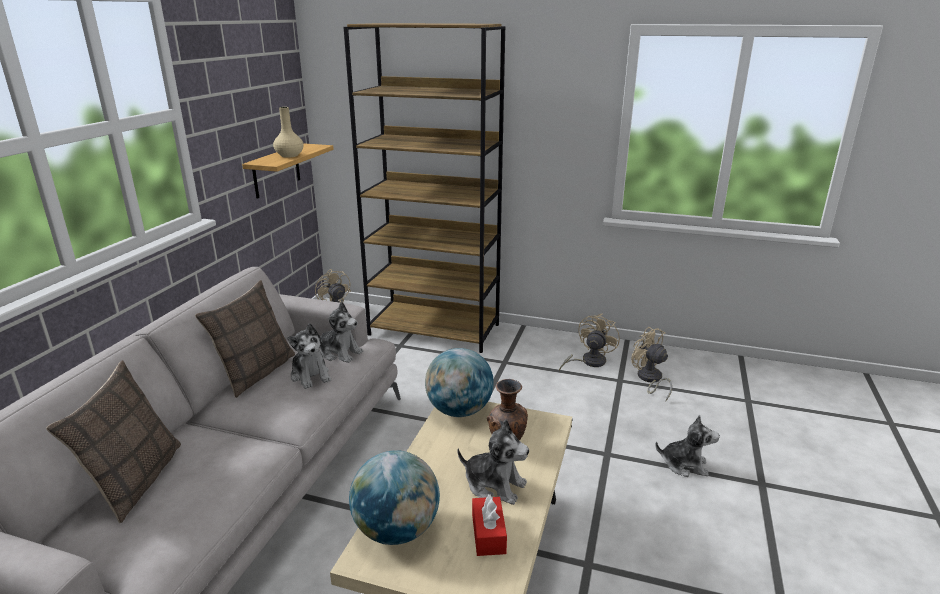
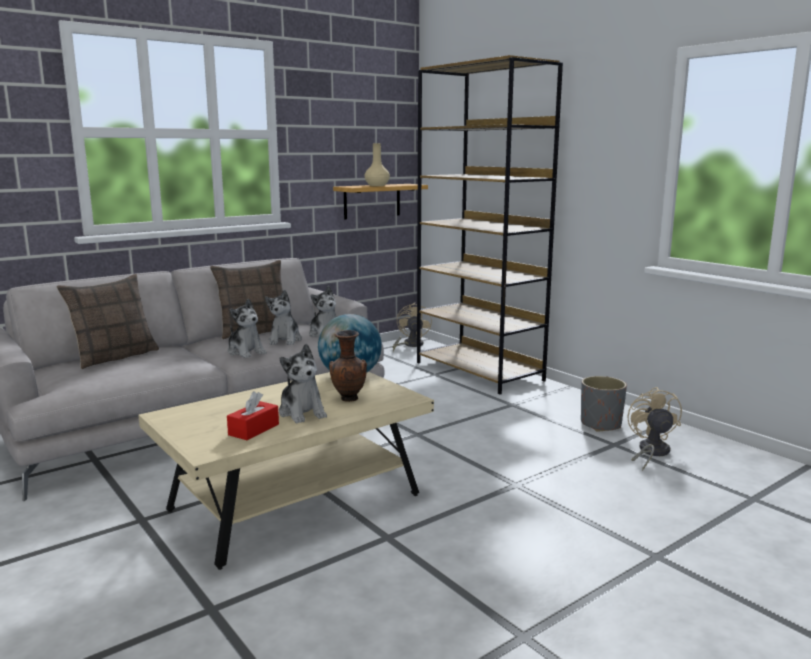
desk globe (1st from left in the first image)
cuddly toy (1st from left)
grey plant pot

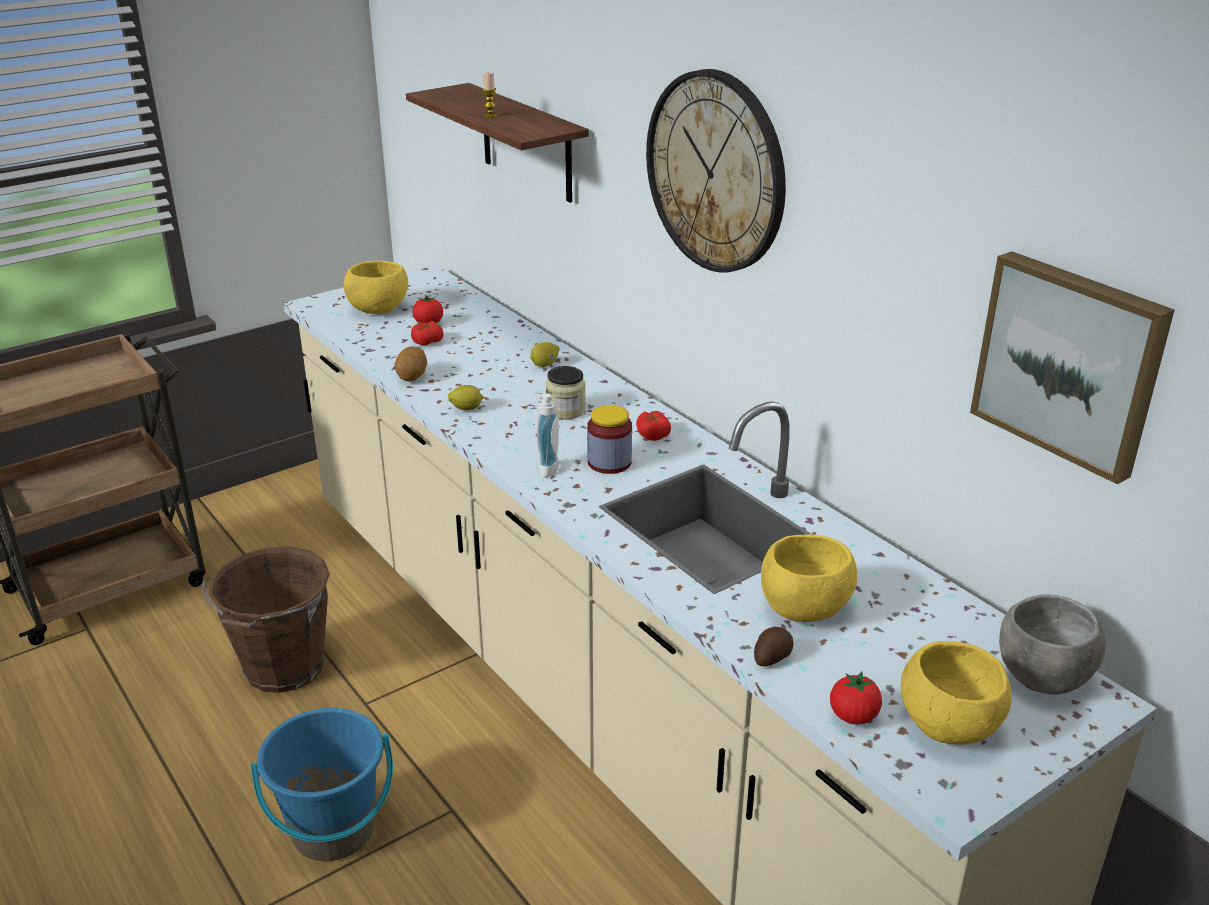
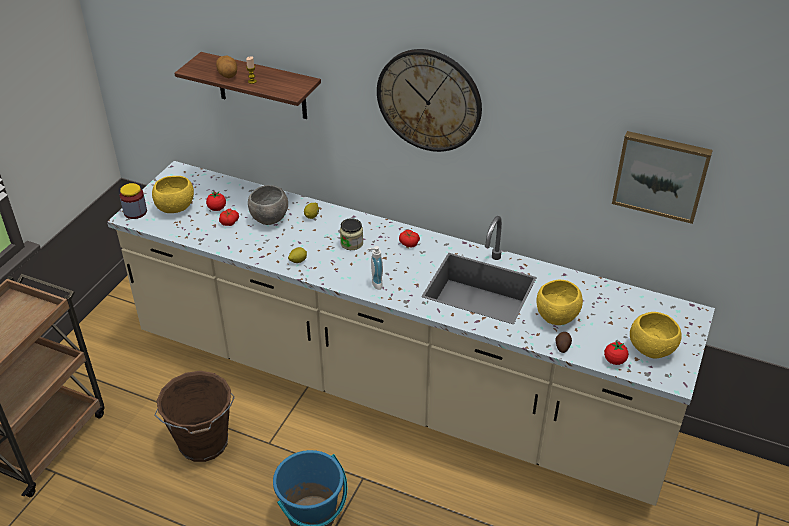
potato (1st from left)
preserve jar (1st from left)
grey deep dish

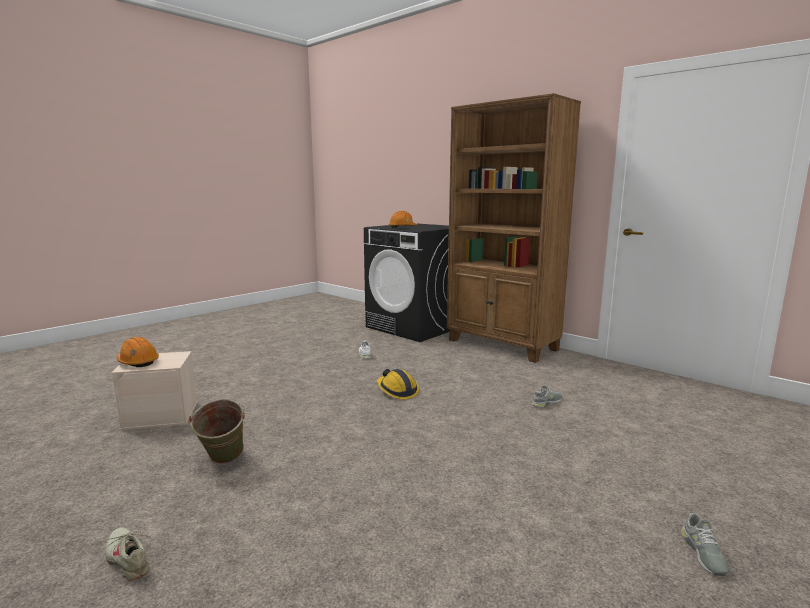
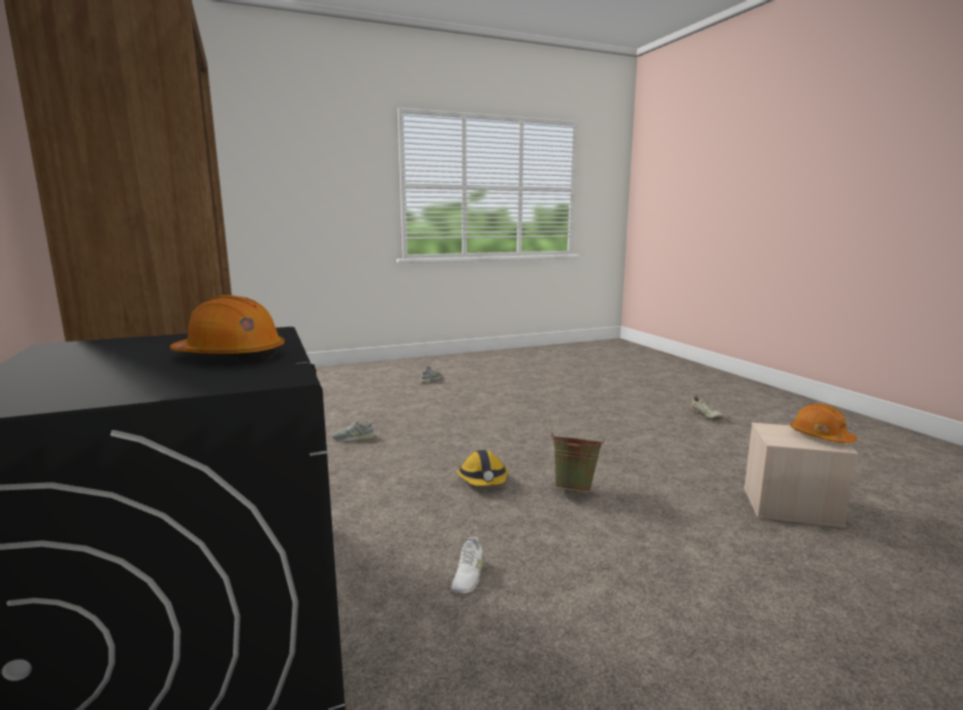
green-coloured pail

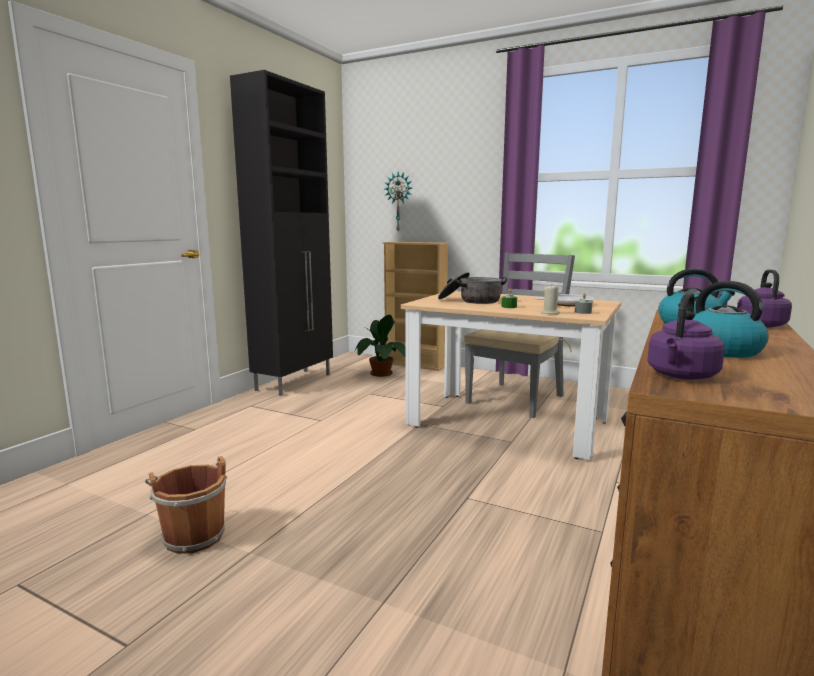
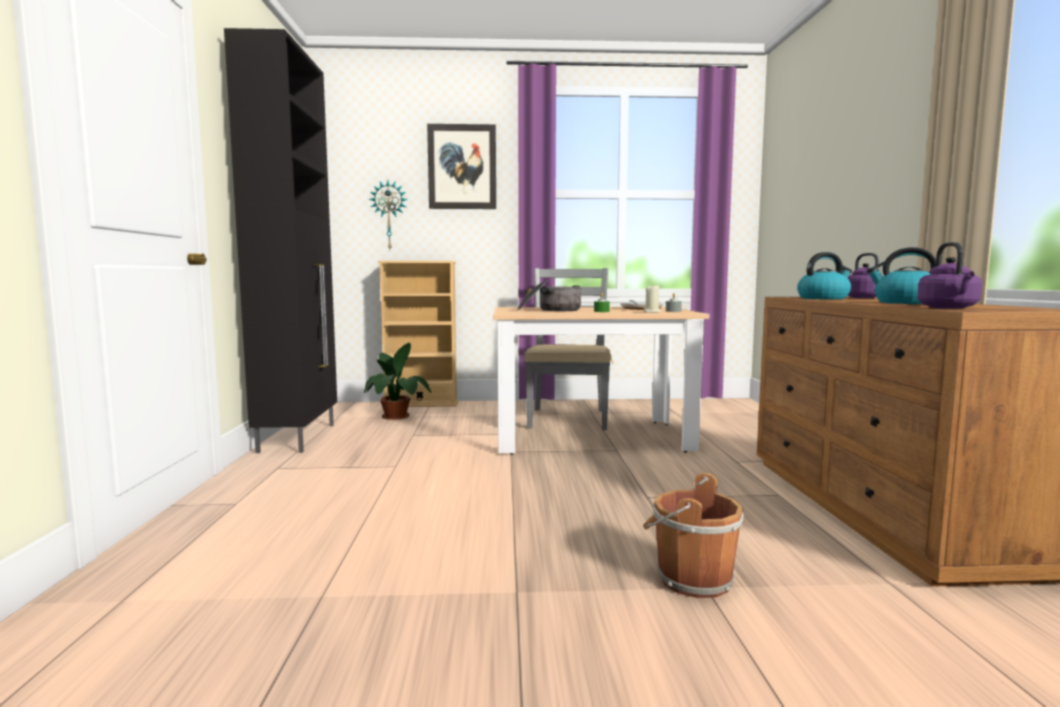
picture
brown-coloured pail

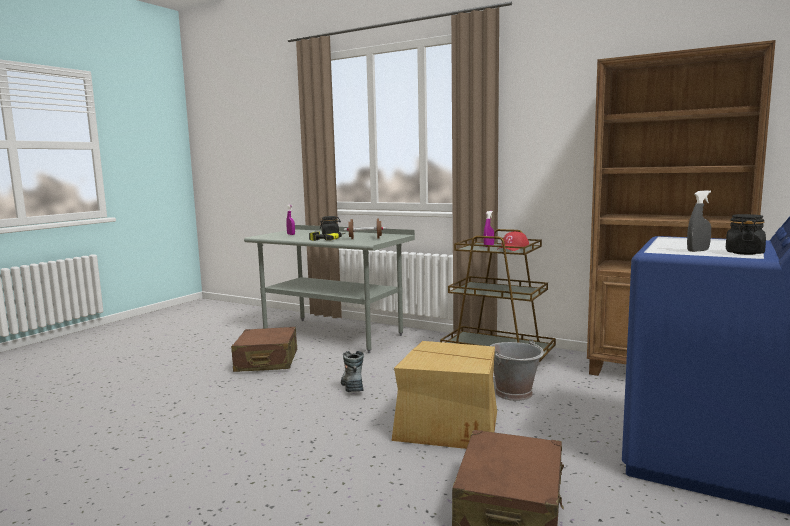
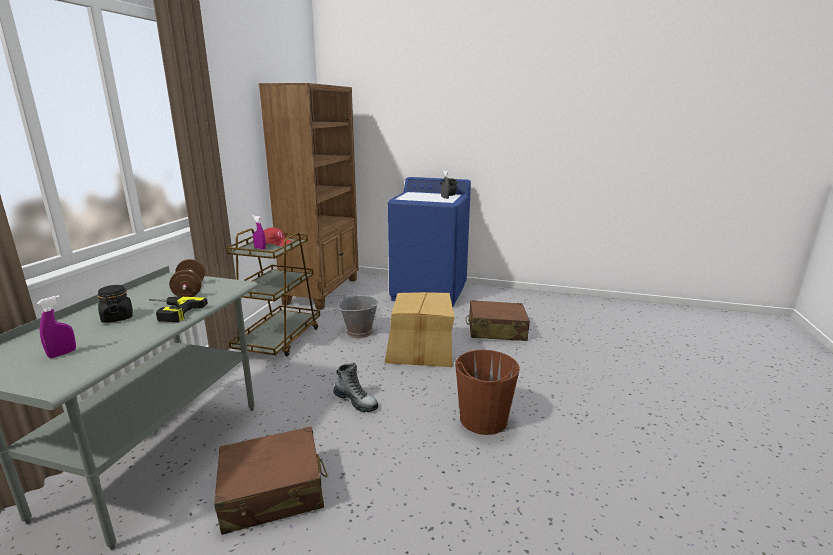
brown-coloured pail
tall boot

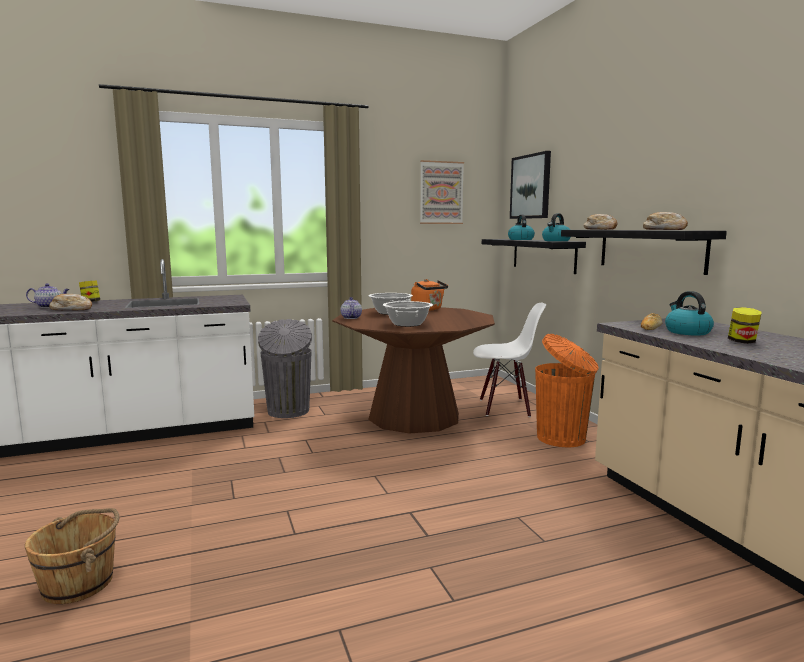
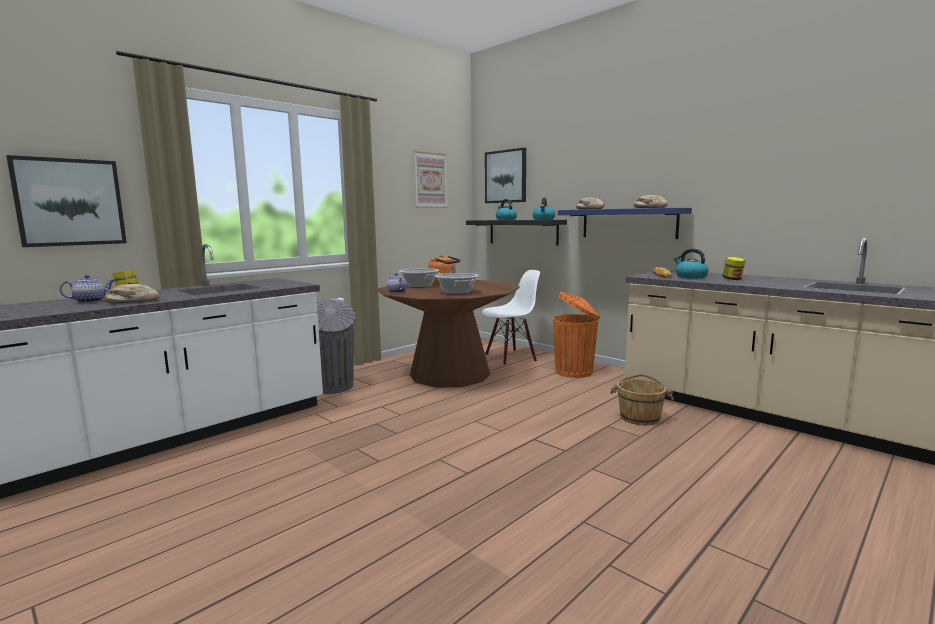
picture (1st from left)
brown-coloured pail
bluish wall shelf

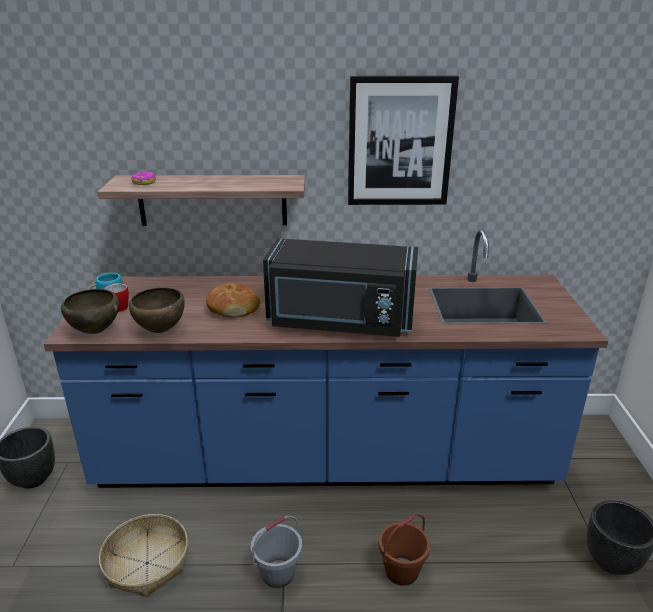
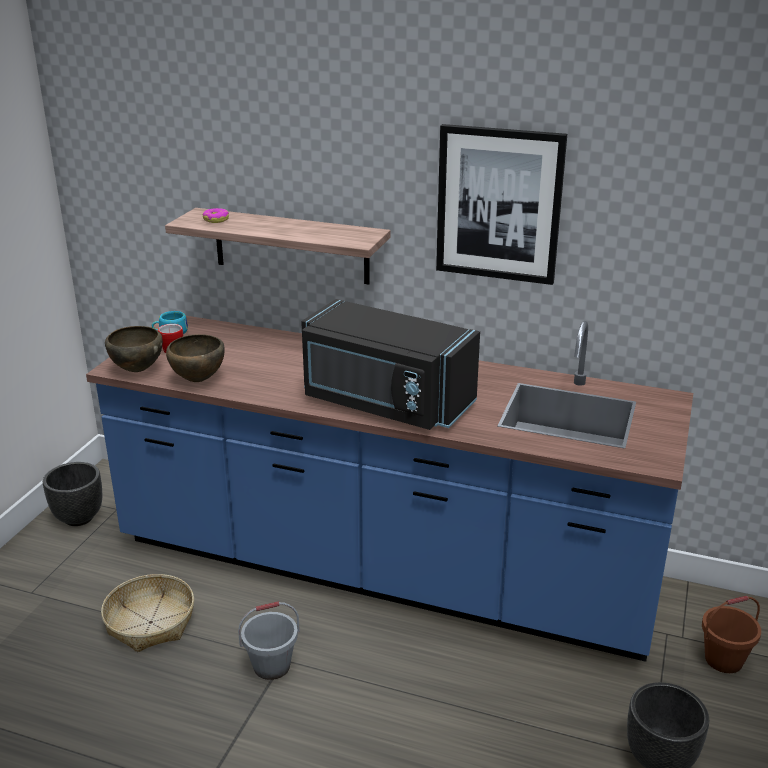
bread
brown-coloured pail

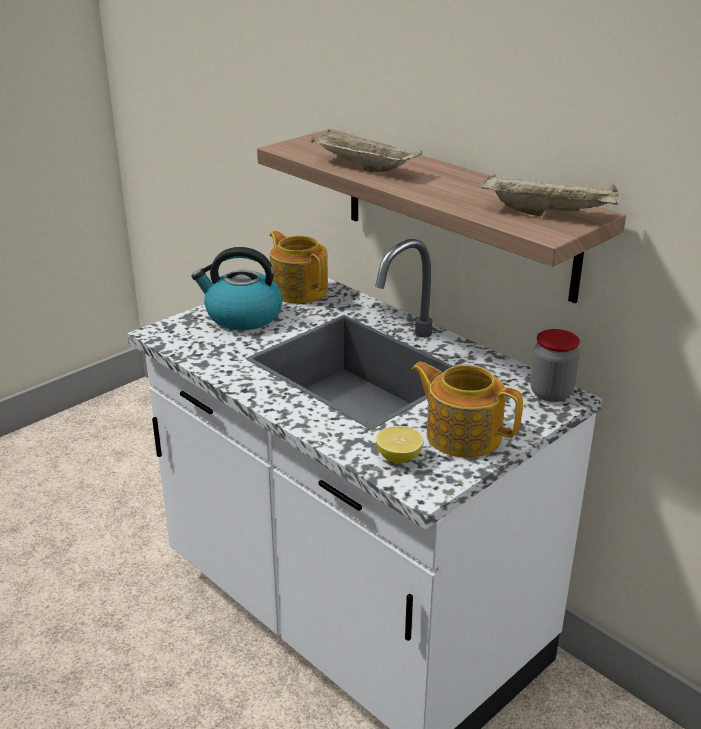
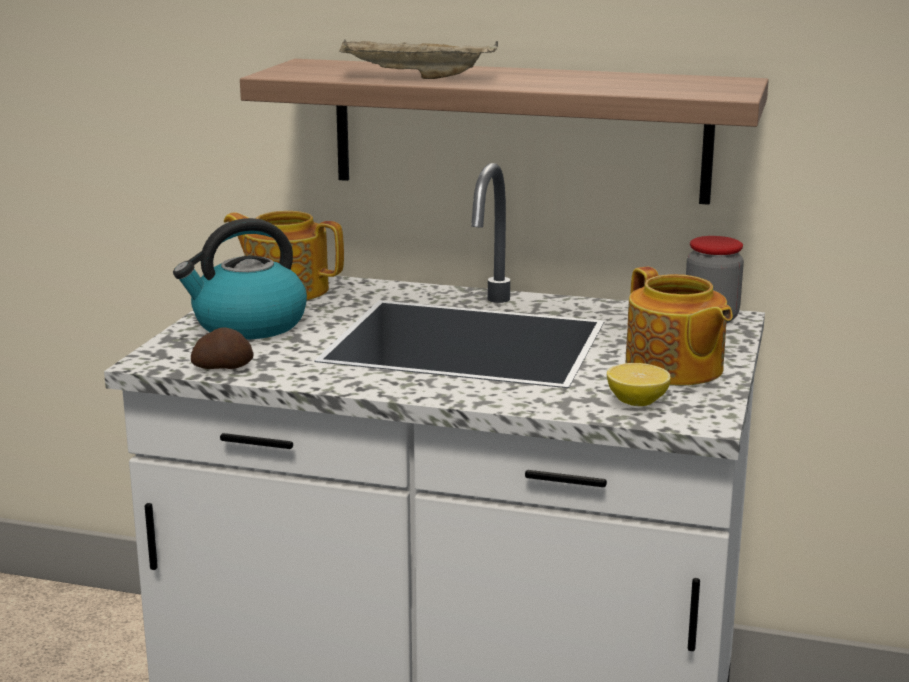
beige carrying tray (2nd from left in the first image)
potato
tea pot (2nd from left)

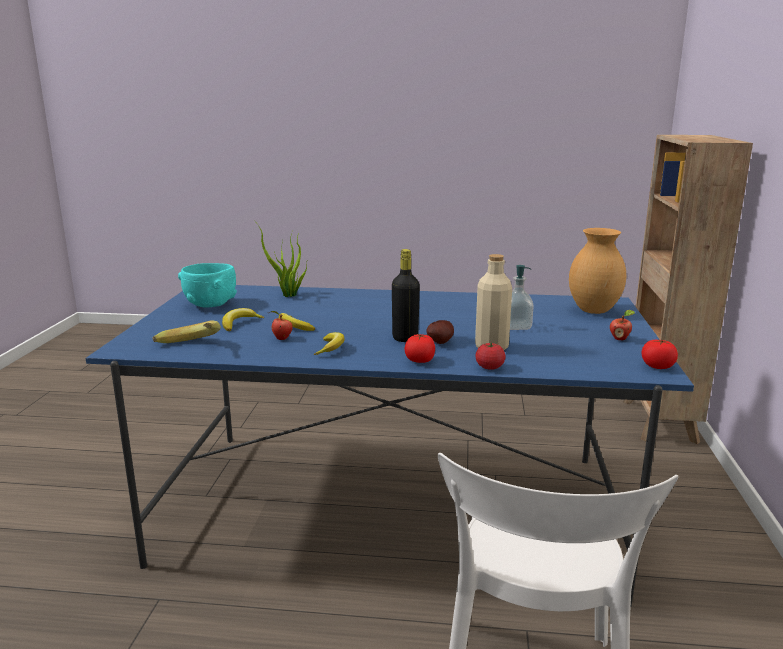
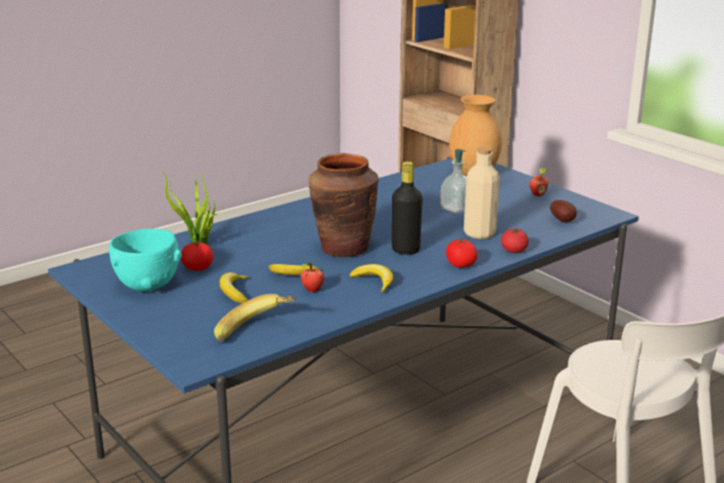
brown-coloured vase (1st from left)
potato
whole tomato (1st from left)

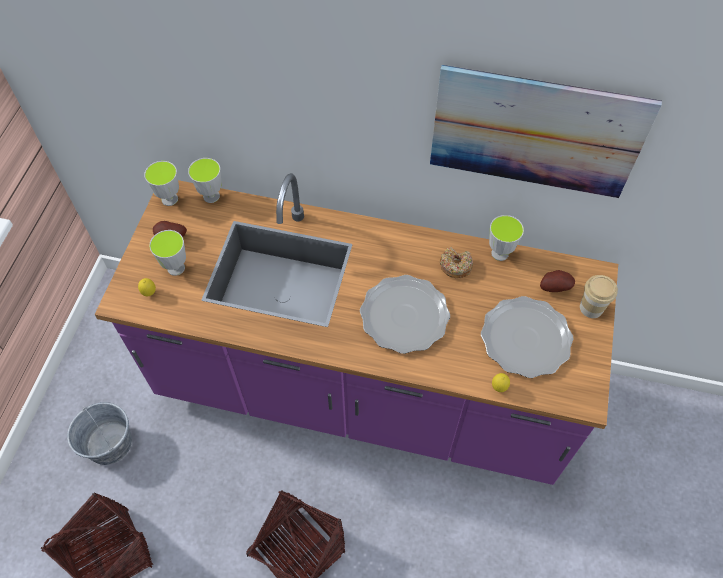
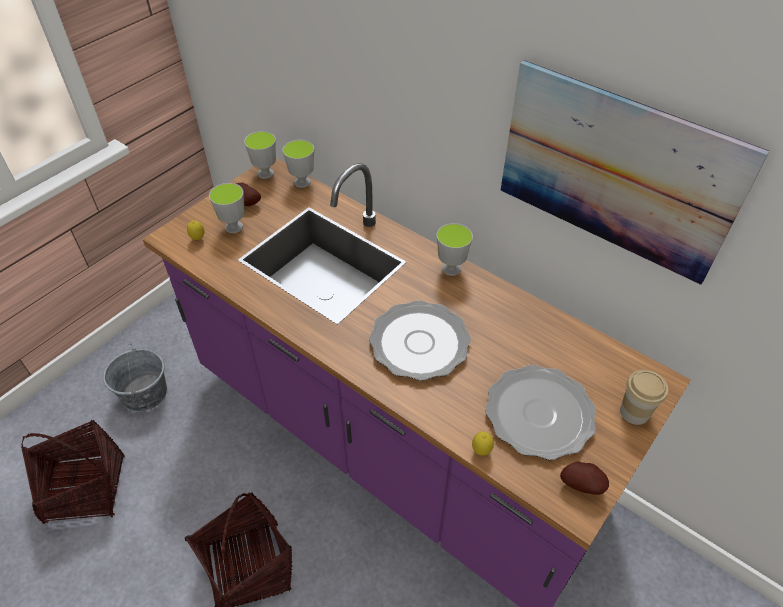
ring doughnut
drinking cup (4th from left)
potato (2nd from left)

